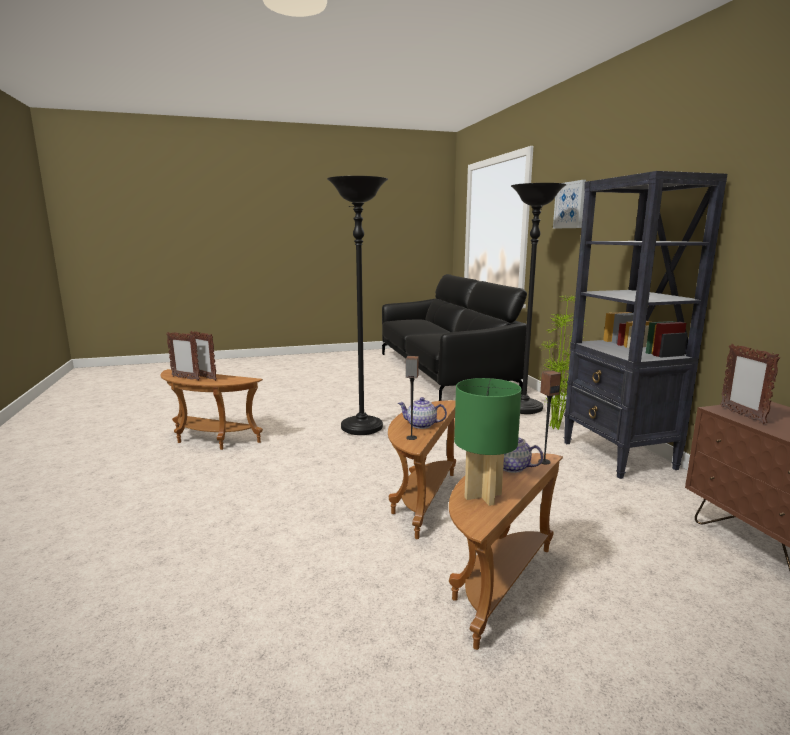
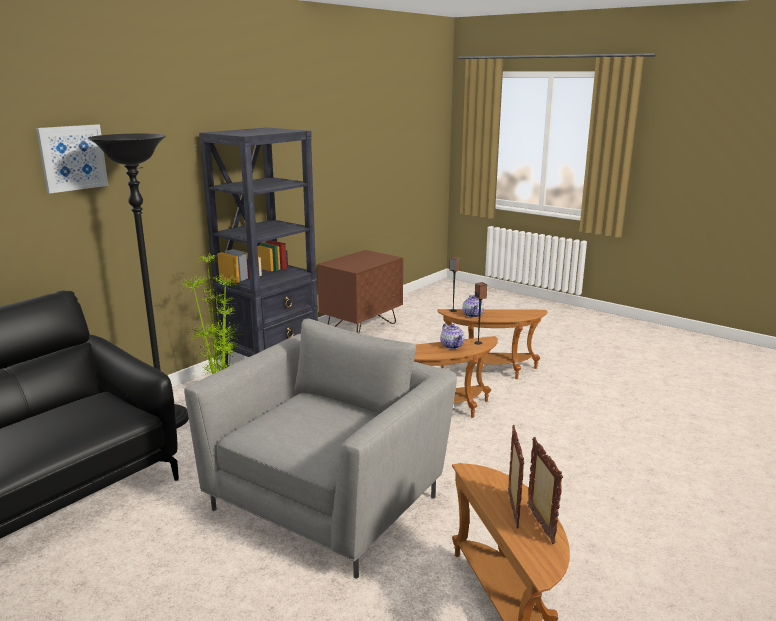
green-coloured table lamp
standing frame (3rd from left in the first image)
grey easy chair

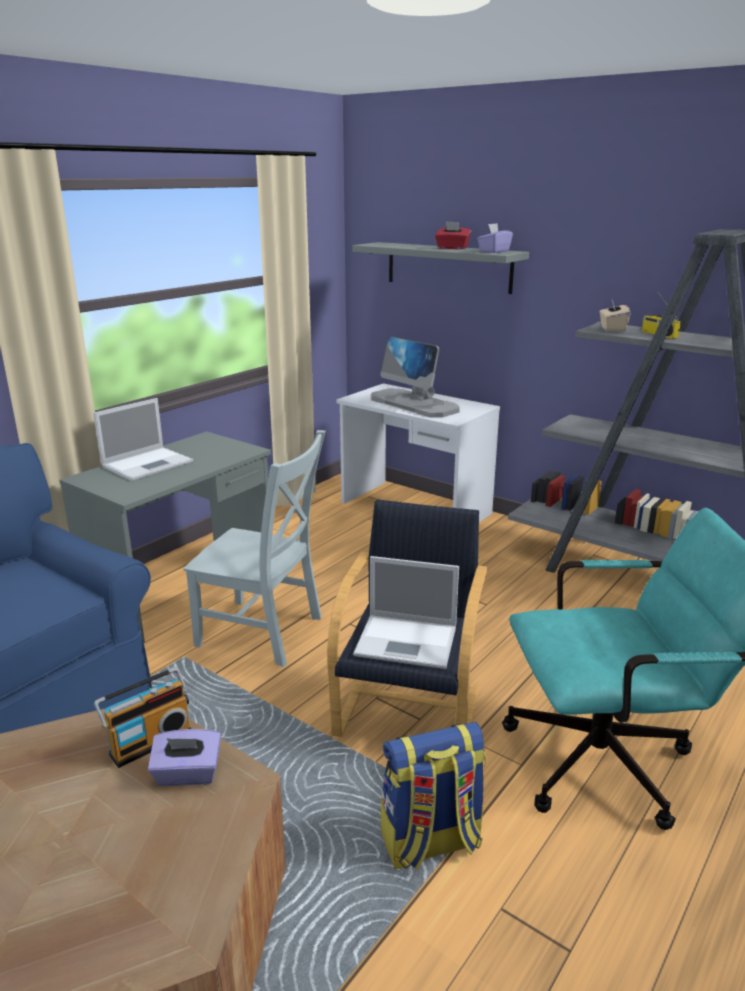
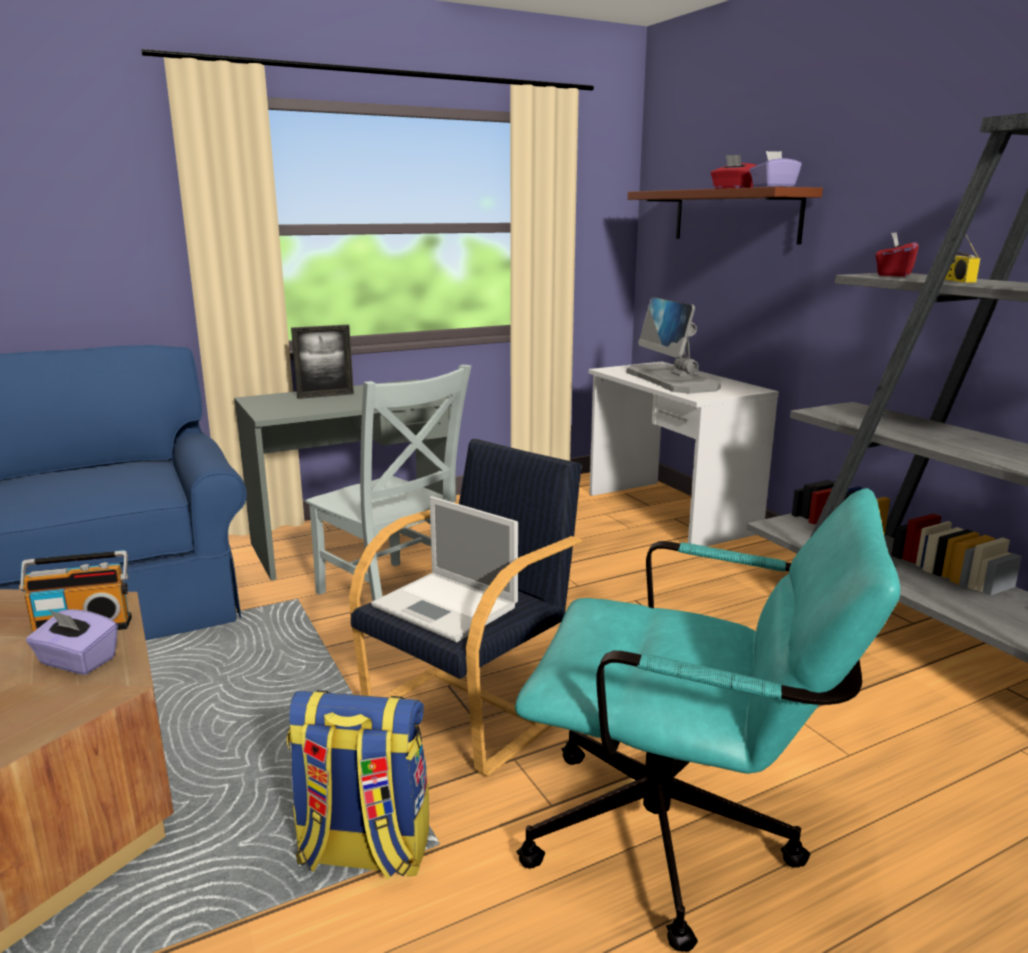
standing frame
brown-coloured wall shelf
reddish box of tissues (2nd from left)

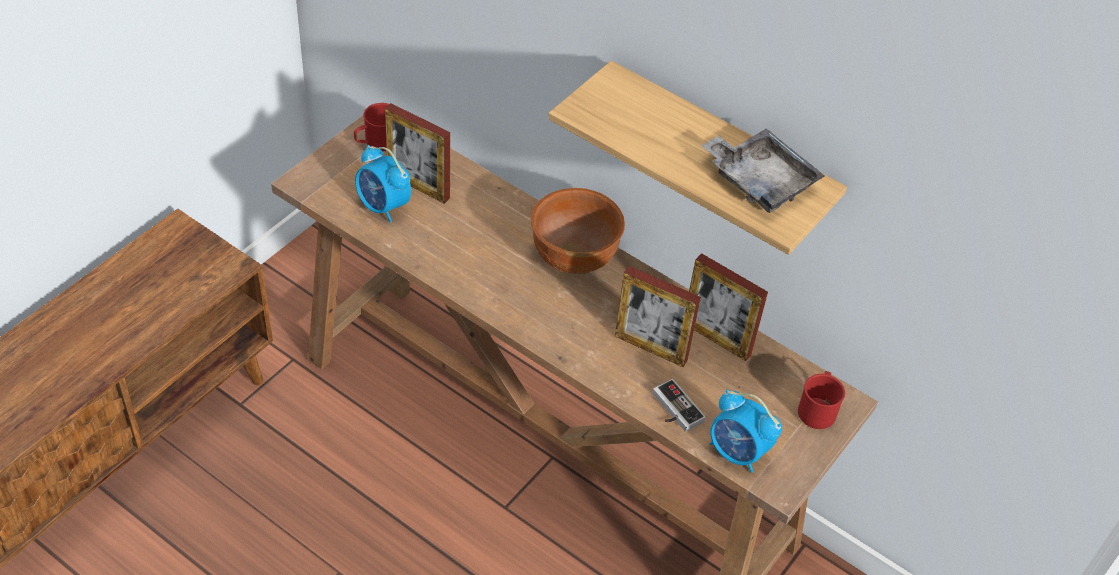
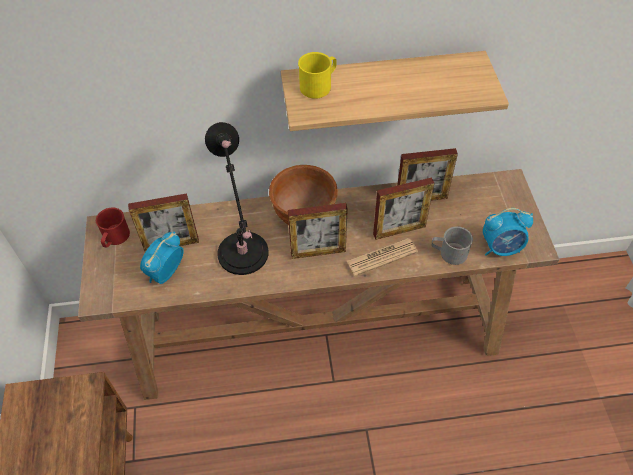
grey carrying tray
reddish mug (2nd from left in the first image)
blackish table lamp
standing frame (2nd from left)
yellow mug
printed paper
grey mug
table clock (1st from left)

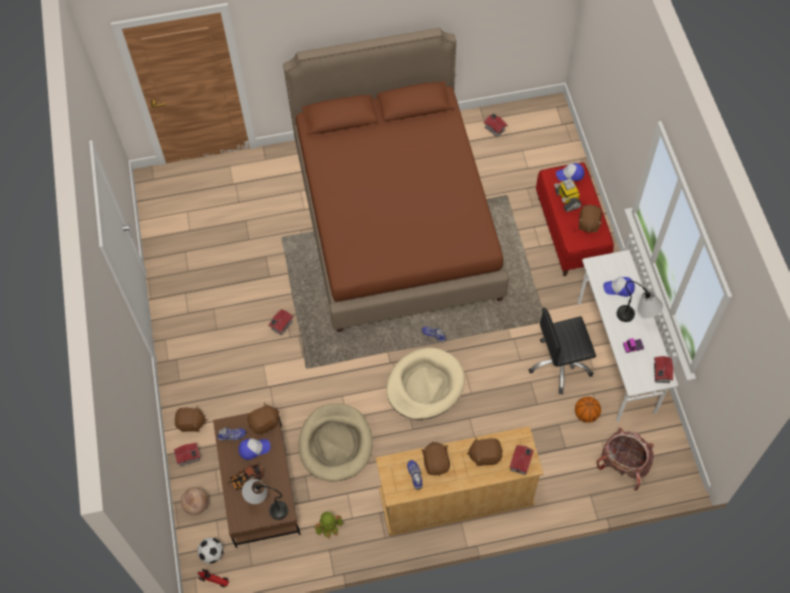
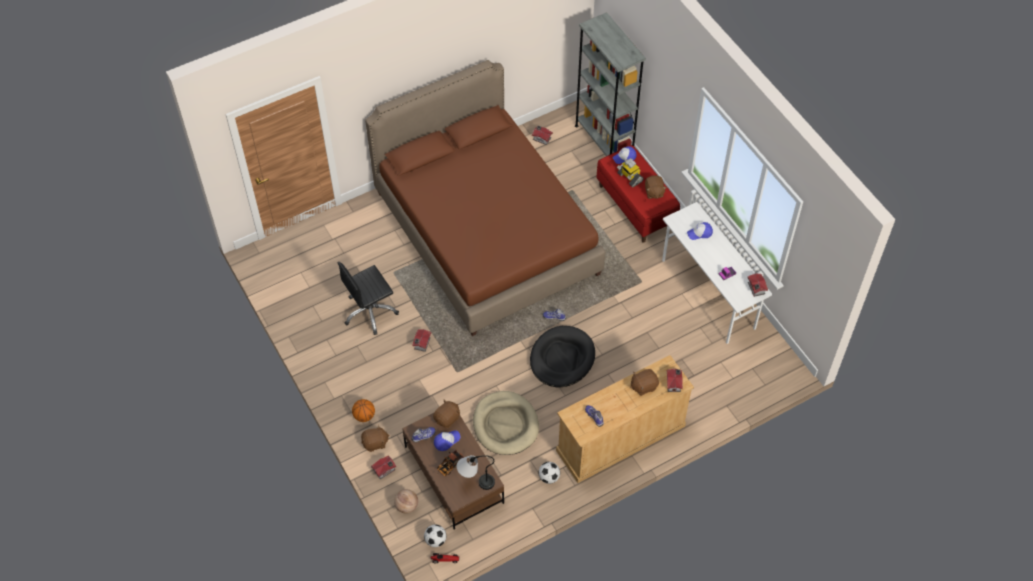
robot figure (1st from left in the first image)
brown-coloured cuddly toy (3rd from left in the first image)
knapsack
table lamp (2nd from left in the first image)
ball for football (2nd from left)
grey shelving unit
blackish computer chair
ball for basketball (1st from left)
blackish pet bed

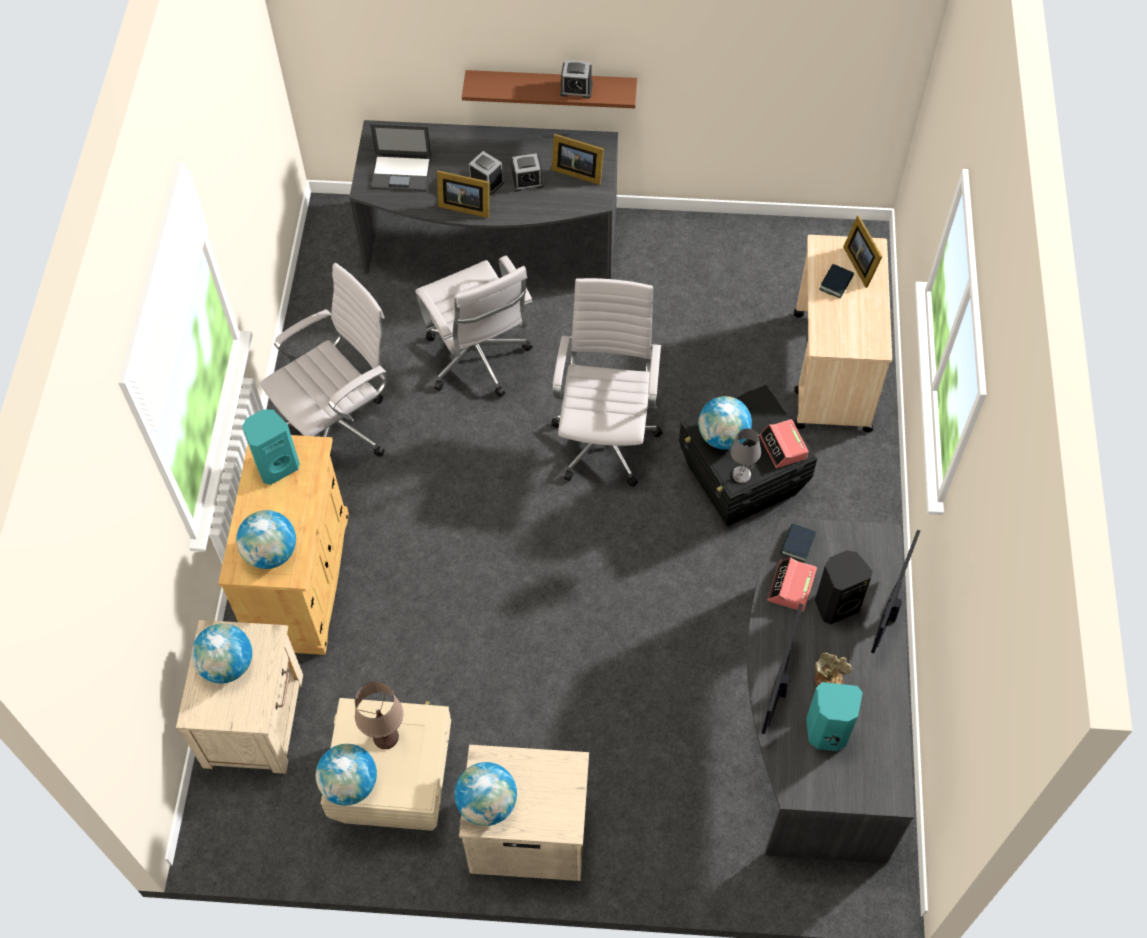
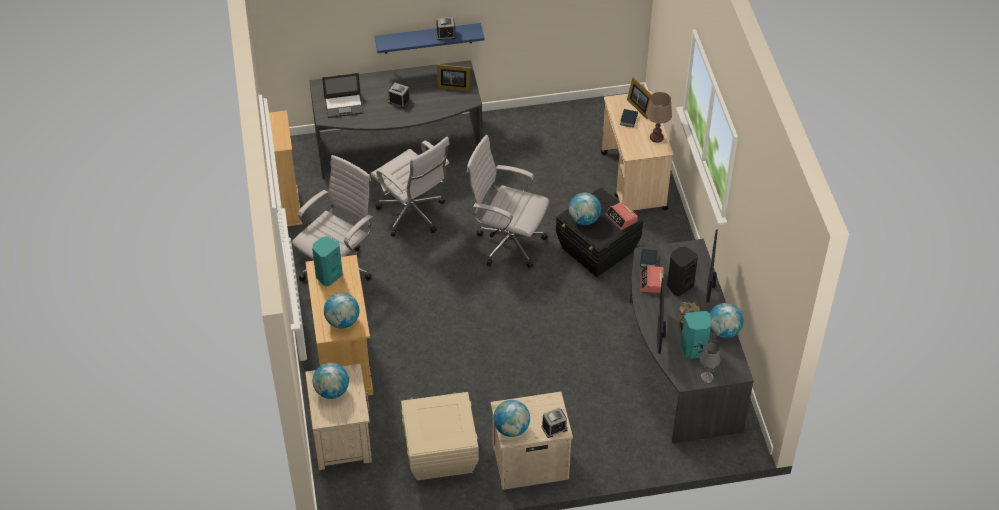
standing frame (1st from left in the first image)
beige shelving unit
desk globe (5th from left)
brown-coloured table lamp
table clock (3rd from left)
grey table lamp
bluish wall shelf
white computer chair (3rd from left)

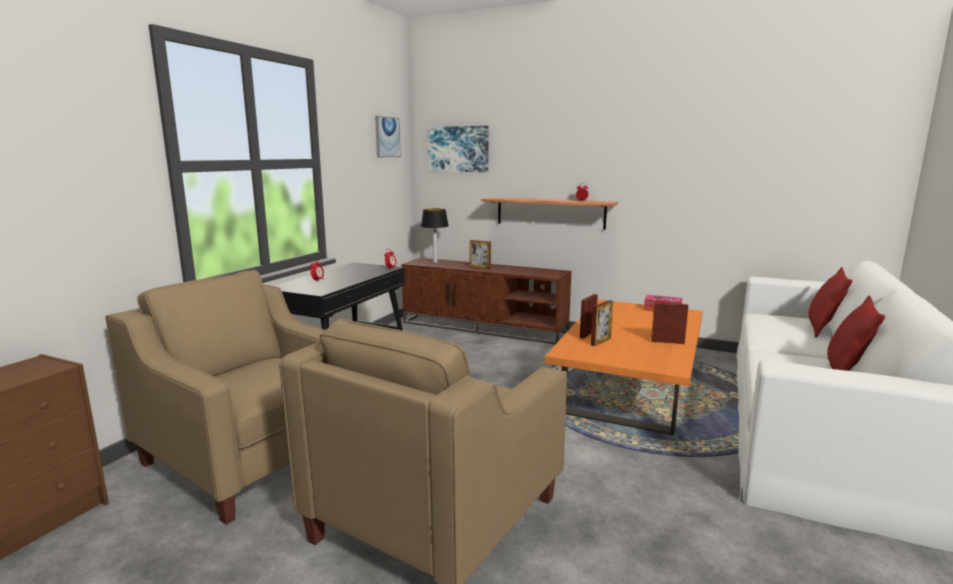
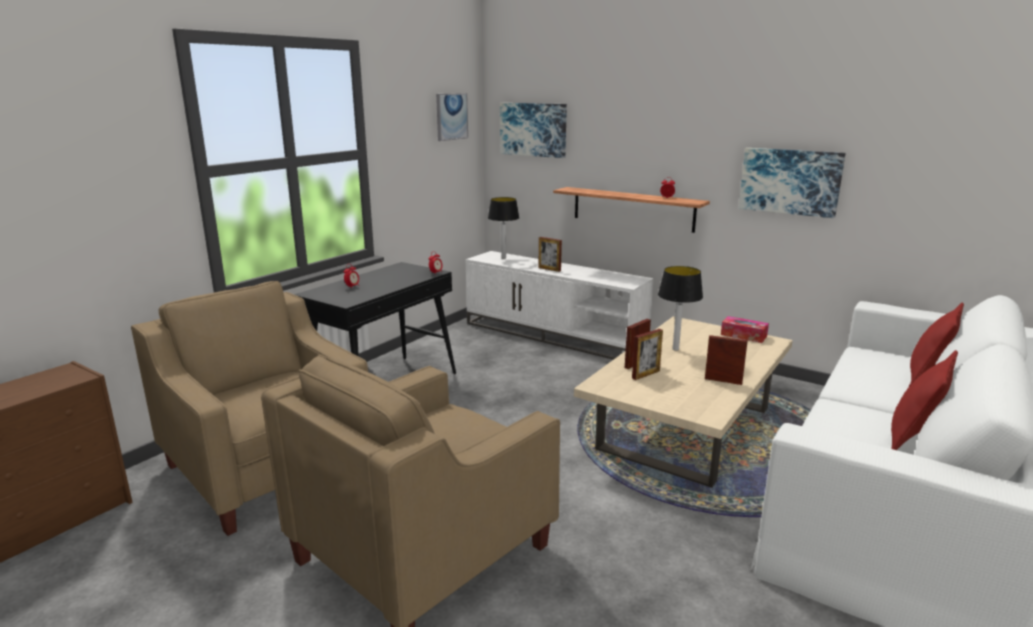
table lamp (2nd from left)
picture (3rd from left)
white tv stand
beige low table

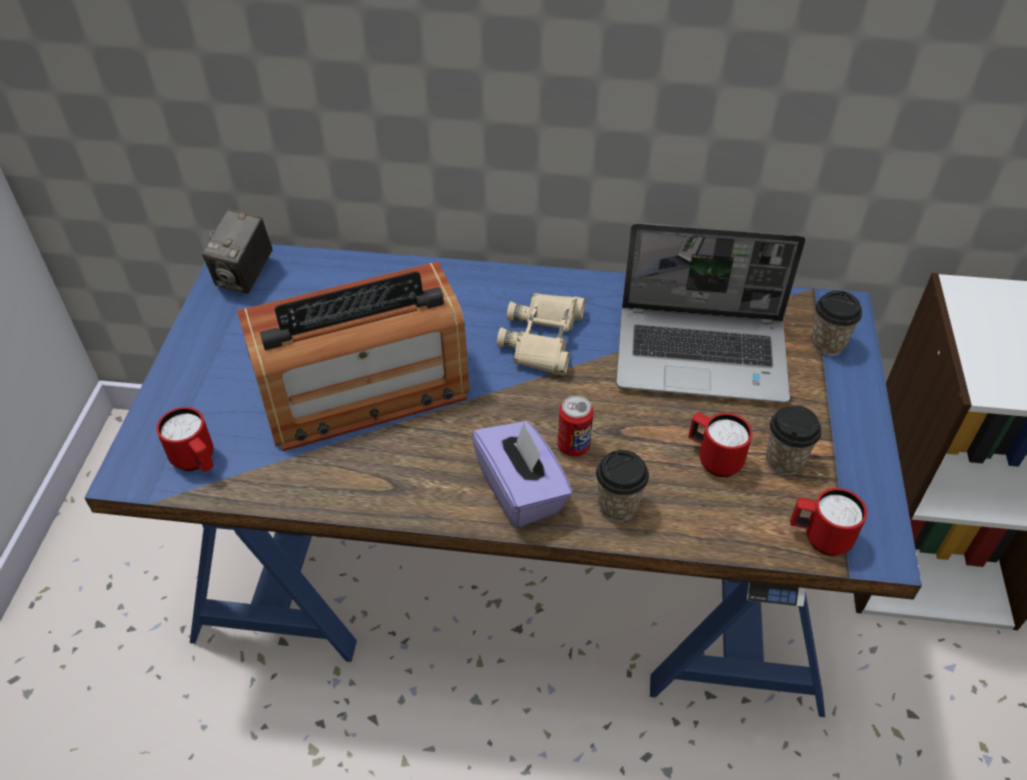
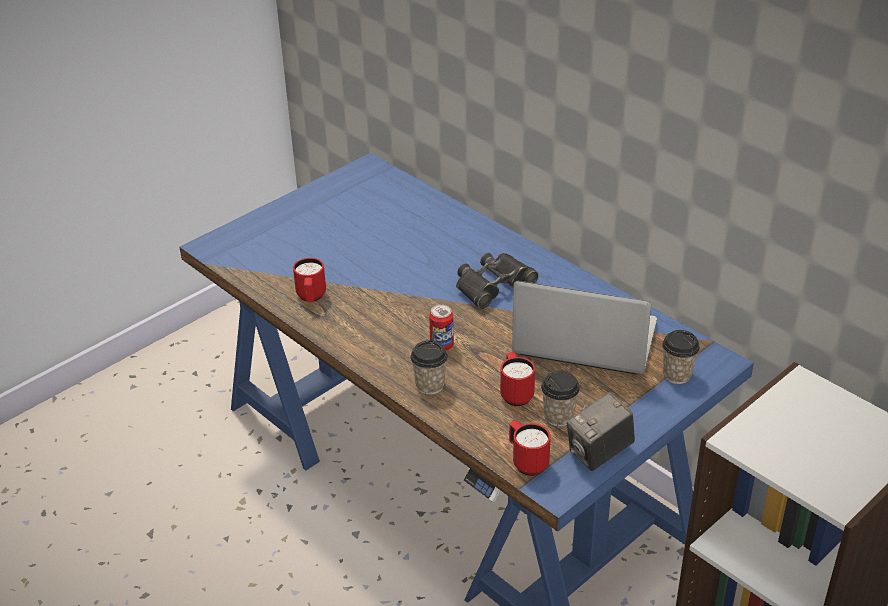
radio
purple box of tissues
reddish mug (1st from left)
photo camera
blackish binoculars
laptop

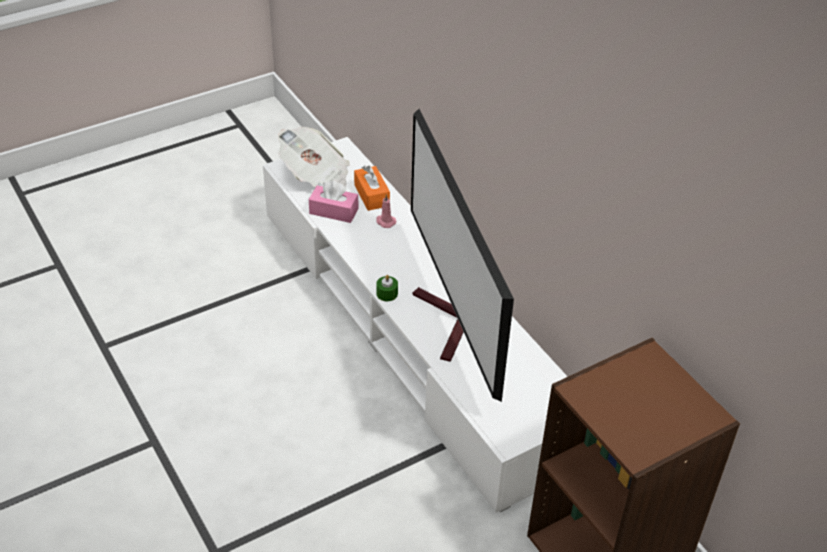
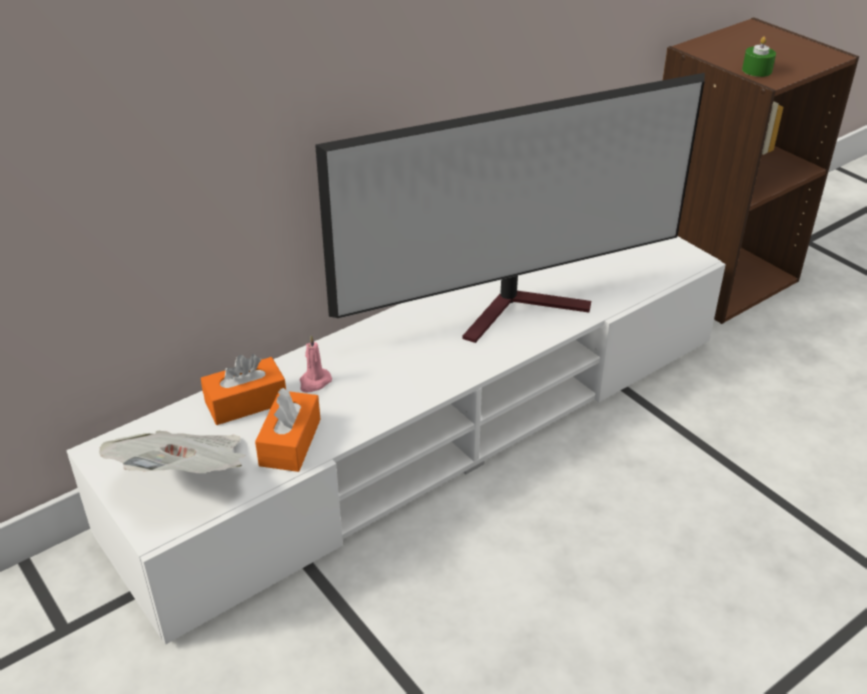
green-coloured candle
orange box of tissues (2nd from left)

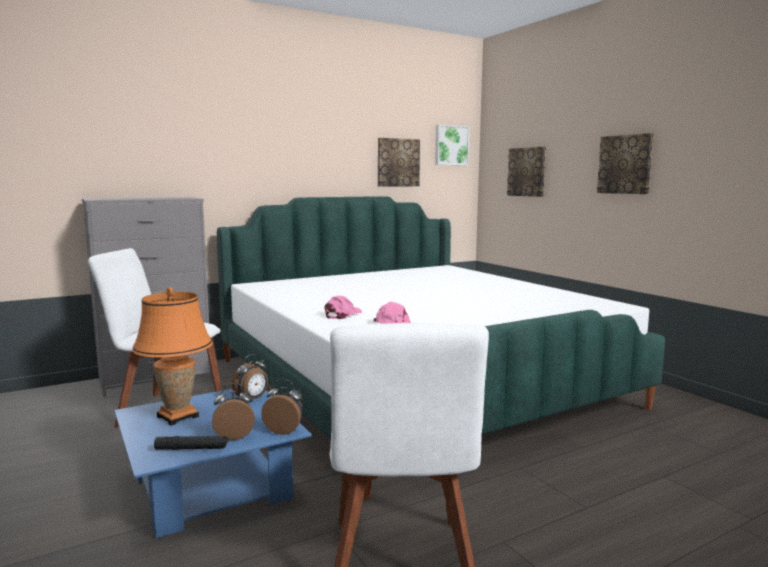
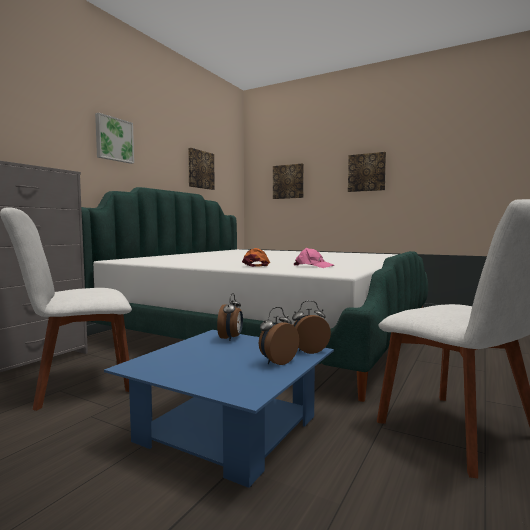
orange table lamp
blackish flashlight
picture (1st from left)
orange cap

